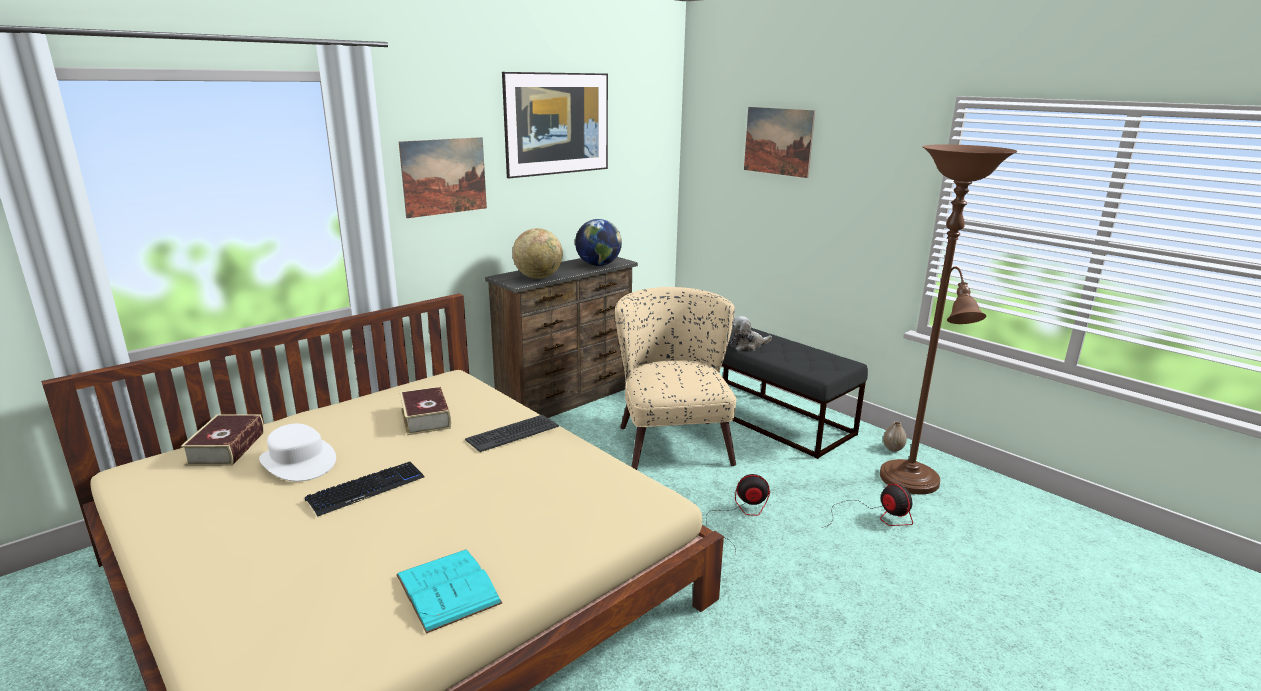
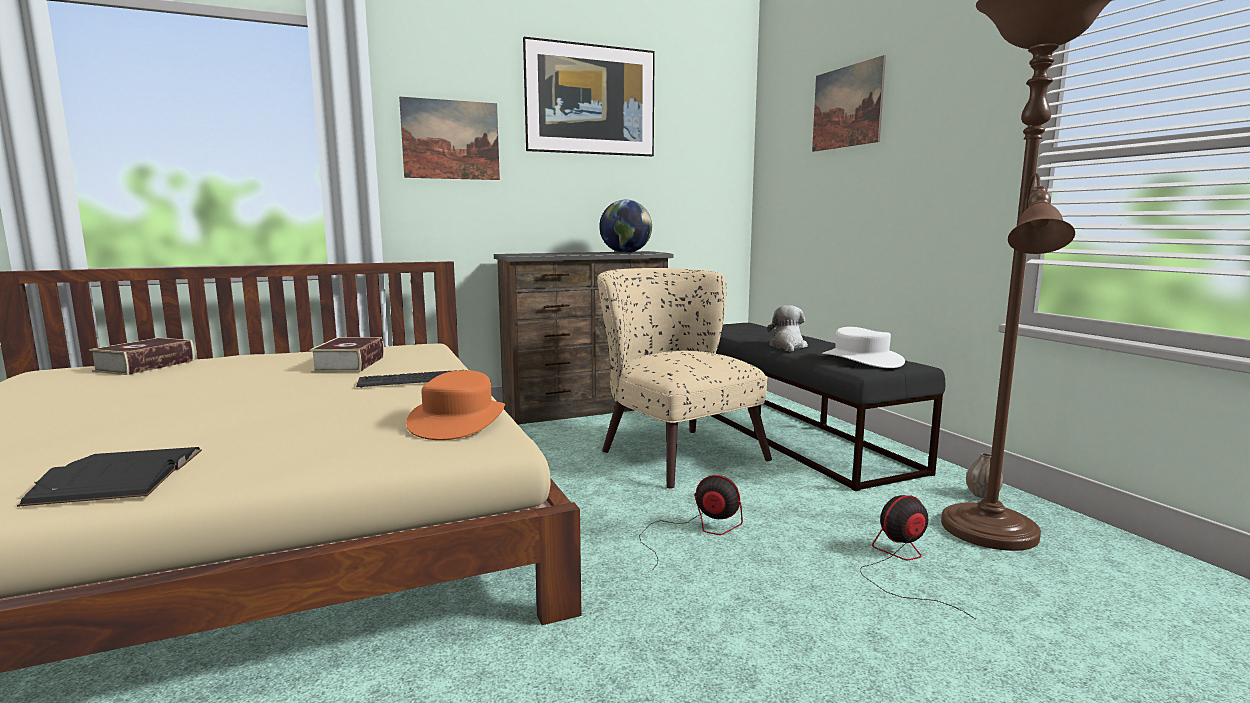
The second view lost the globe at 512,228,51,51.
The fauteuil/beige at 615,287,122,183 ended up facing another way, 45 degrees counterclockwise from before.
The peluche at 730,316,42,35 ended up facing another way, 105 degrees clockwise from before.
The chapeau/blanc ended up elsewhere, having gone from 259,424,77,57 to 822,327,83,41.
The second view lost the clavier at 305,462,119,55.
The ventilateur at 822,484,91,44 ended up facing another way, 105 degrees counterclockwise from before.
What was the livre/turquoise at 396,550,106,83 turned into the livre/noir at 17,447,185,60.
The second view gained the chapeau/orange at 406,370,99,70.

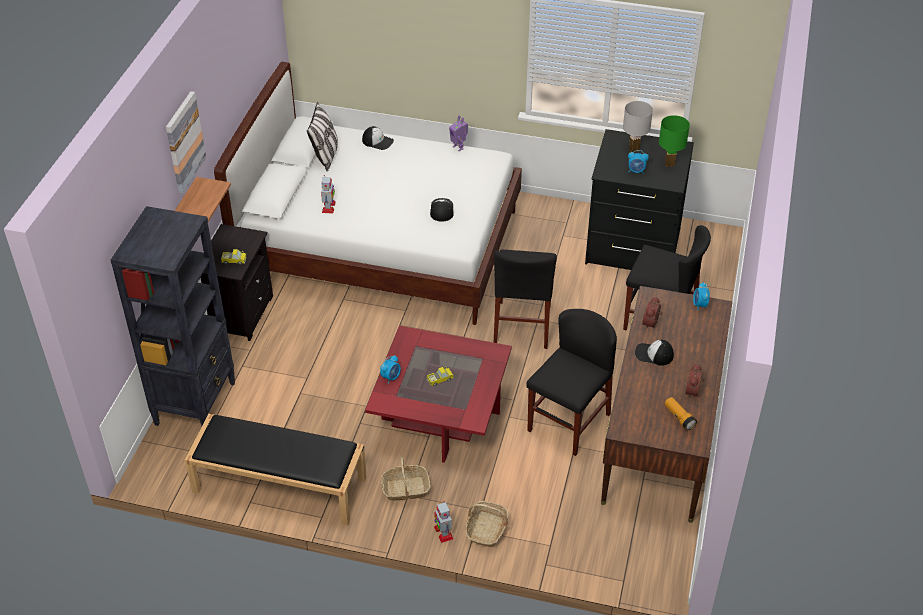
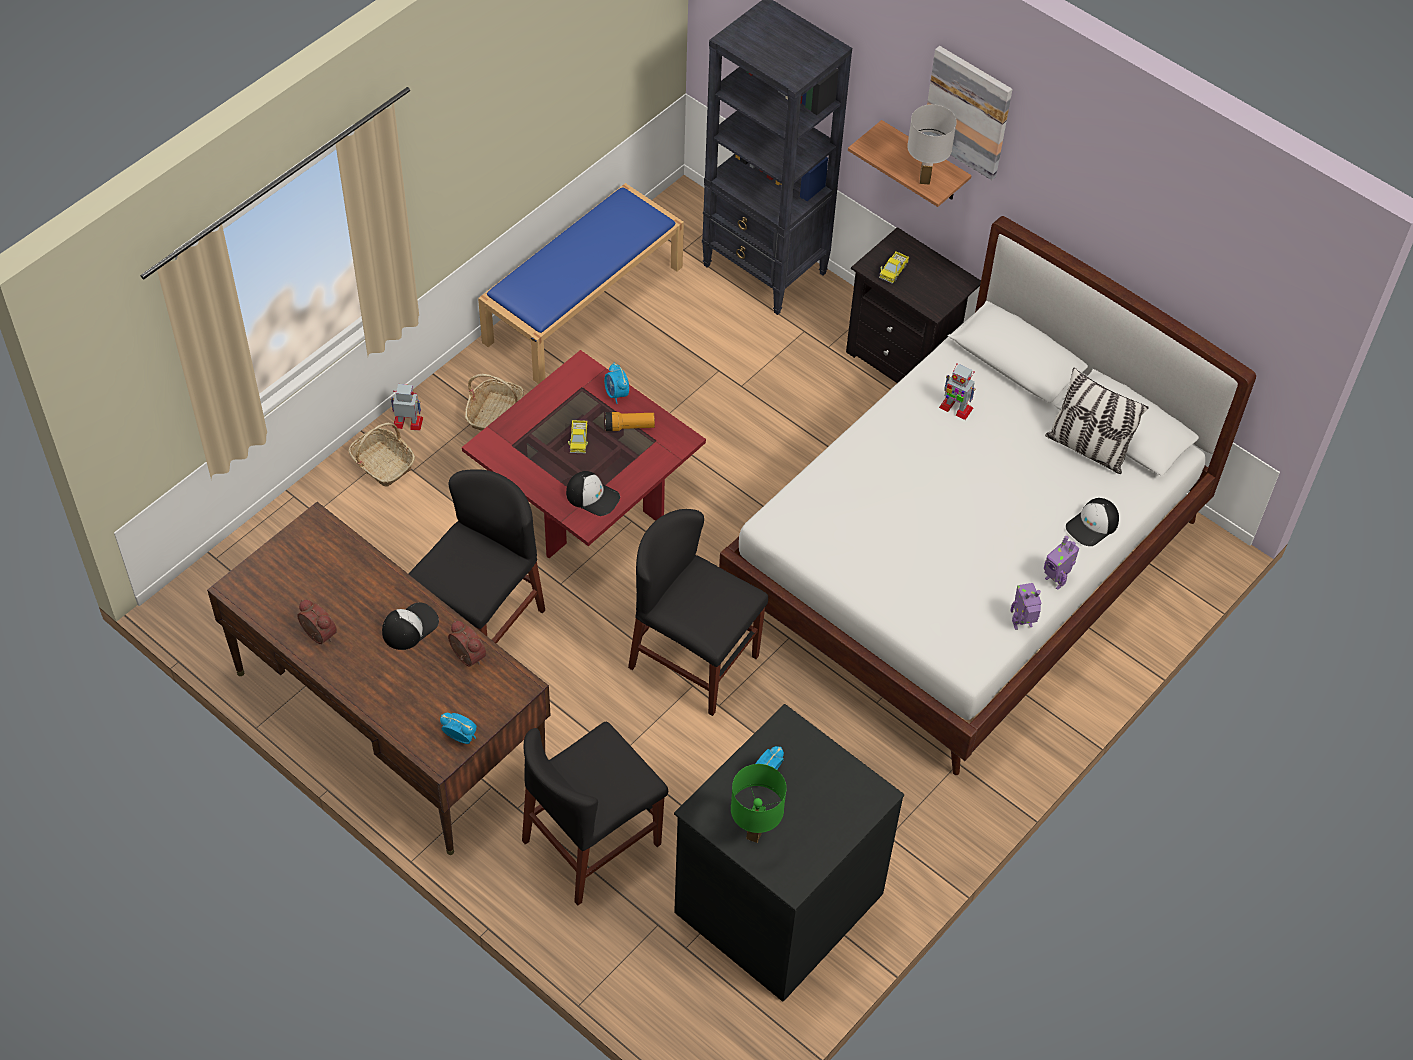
The lampe de table/blanc ended up elsewhere, having gone from 623,101,30,51 to 907,104,50,81.
The casquette ended up elsewhere, having gone from 430,198,24,24 to 566,471,54,45.
The chaise/noir at 526,309,91,147 ended up facing another way, 120 degrees counterclockwise from before.
The lampe de poche ended up elsewhere, having gone from 665,397,32,33 to 605,412,50,19.
What was the banc/noir at 185,414,182,111 turned into the banc/bleu at 478,183,206,201.
The second view gained the robot jouet at 1044,536,35,54.

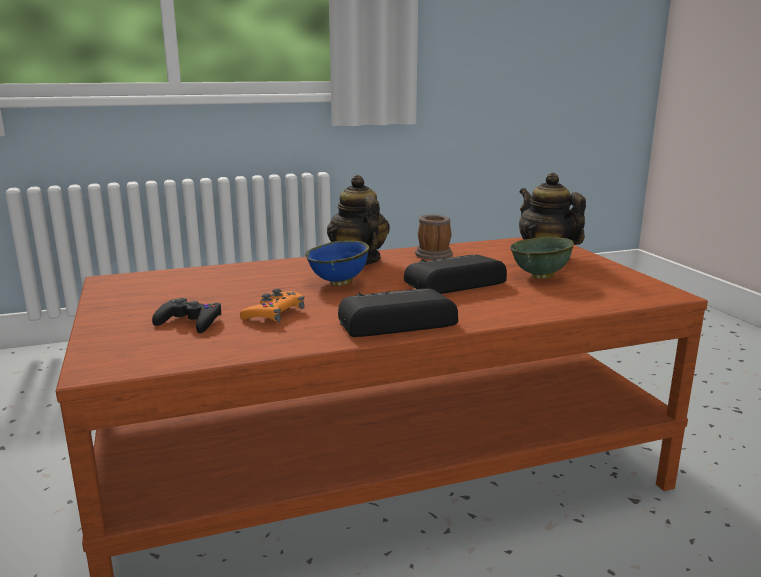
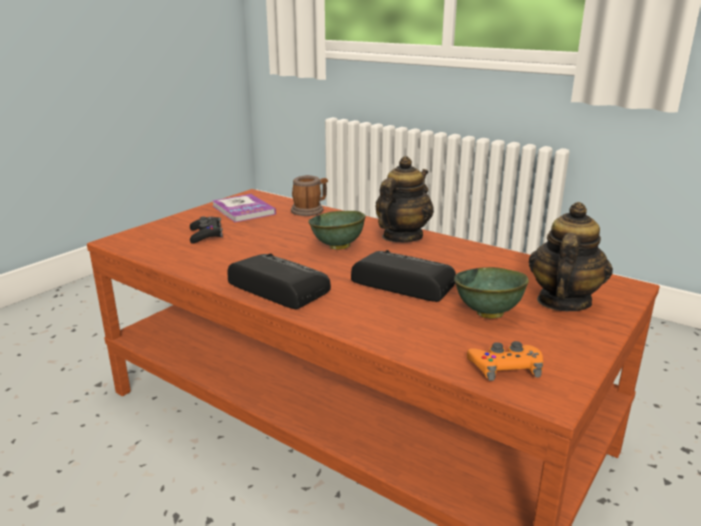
The mug ended up elsewhere, having gone from 415,214,37,46 to 291,175,37,41.
What was the bol/bleu at 305,241,64,45 turned into the bol/vert at 308,211,58,39.
The manette/orange ended up elsewhere, having gone from 240,289,64,33 to 467,341,76,40.
The second view gained the livre at 213,194,63,28.

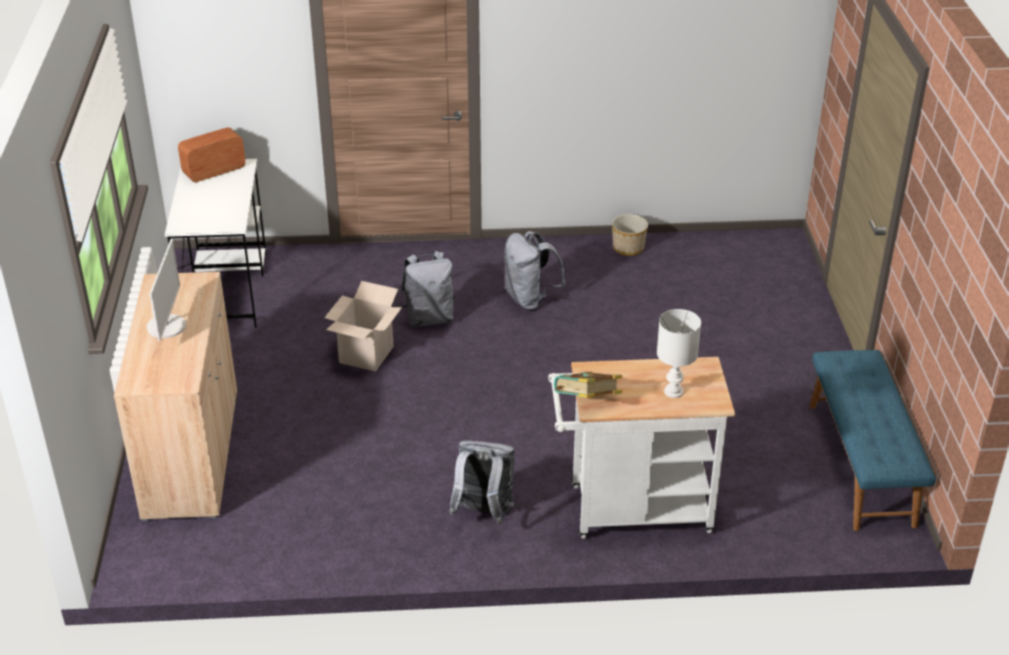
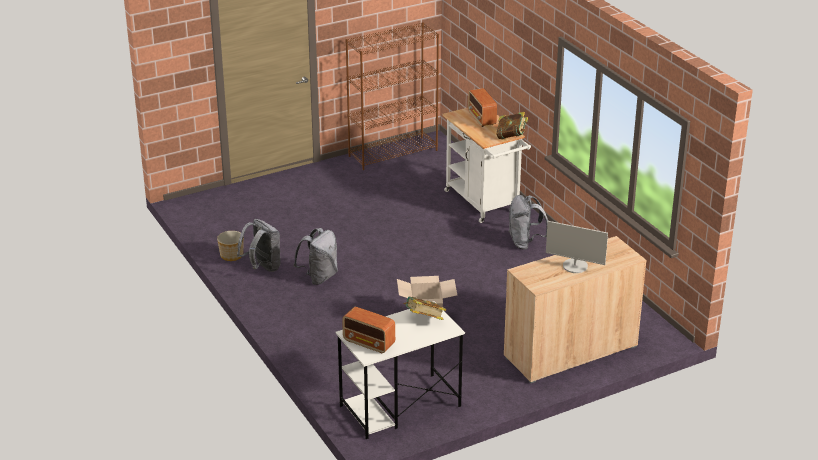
The écran d'ordinateur at 147,240,39,101 ended up facing another way, 135 degrees counterclockwise from before.
The sac à dos/gris ended up elsewhere, having gone from 400,251,55,76 to 237,219,44,53.
Where the lampe de table/blanc stood at 657,309,44,89, the radio came to stand at 468,88,29,39.
Where the banc/bleu stood at 809,350,127,181, the bibliothèque/marron came to stand at 345,22,94,148.
The second view gained the livre at 403,297,43,23.

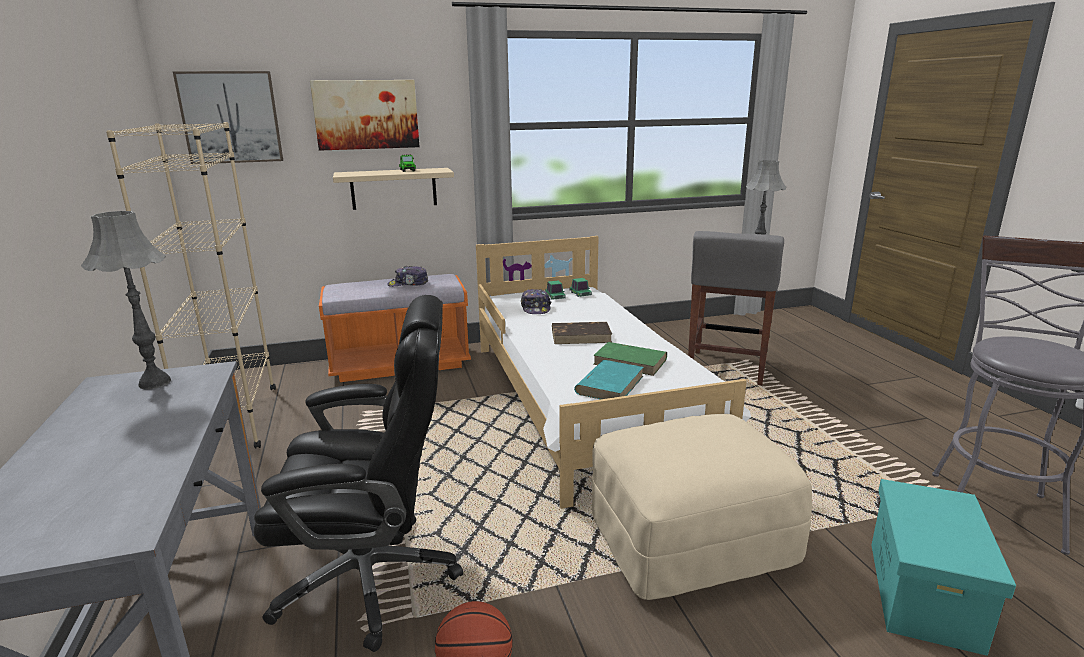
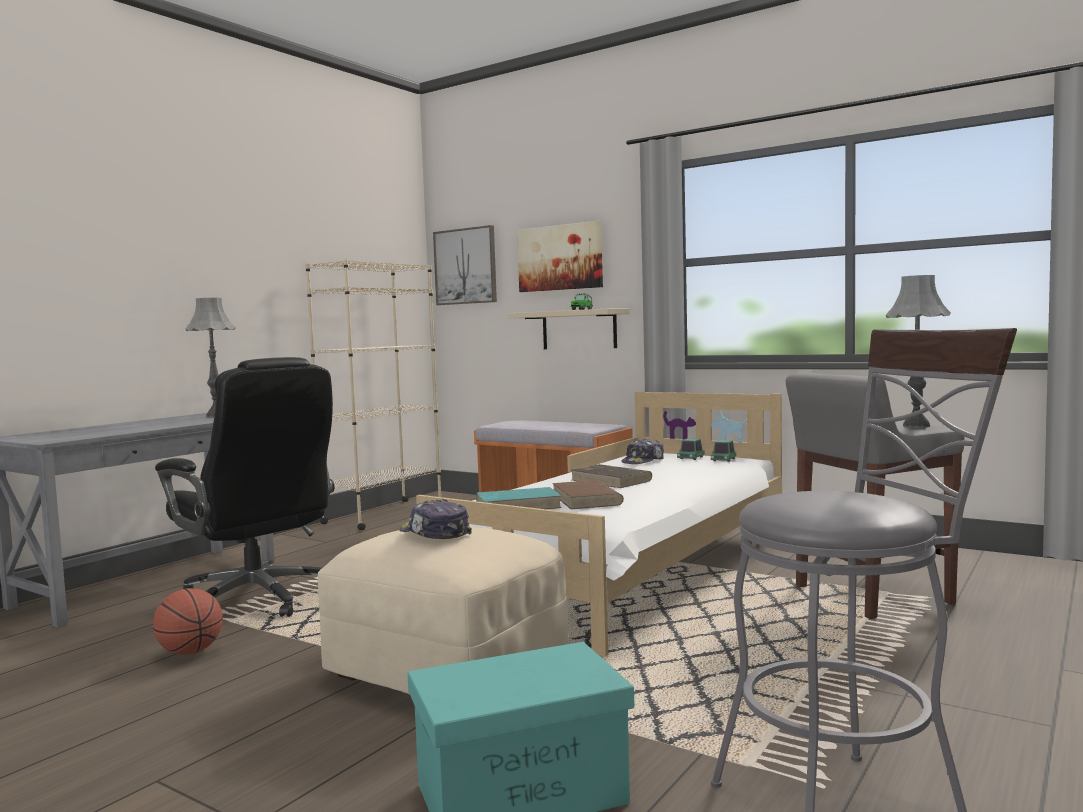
The casquette ended up elsewhere, having gone from 387,266,41,21 to 399,499,73,40.
What was the livre/vert at 593,342,74,34 turned into the livre/marron at 552,480,72,29.

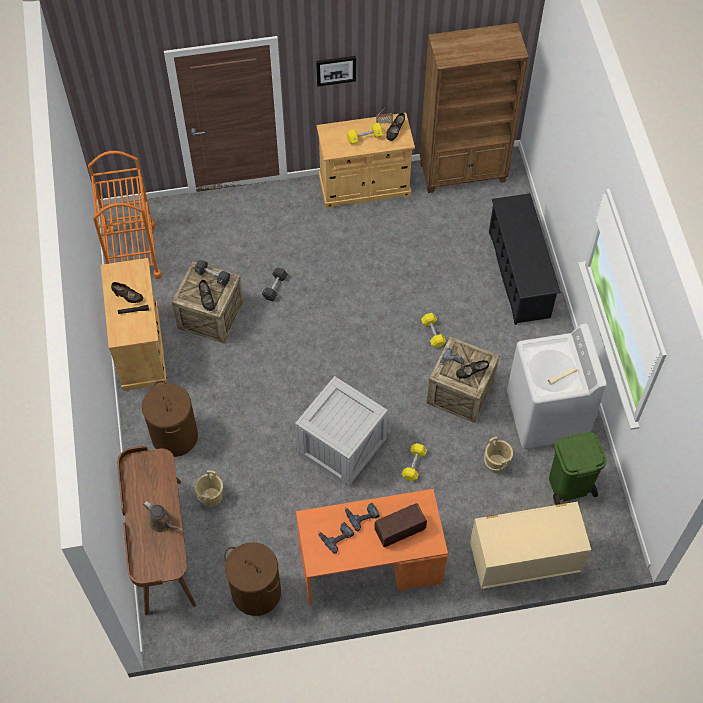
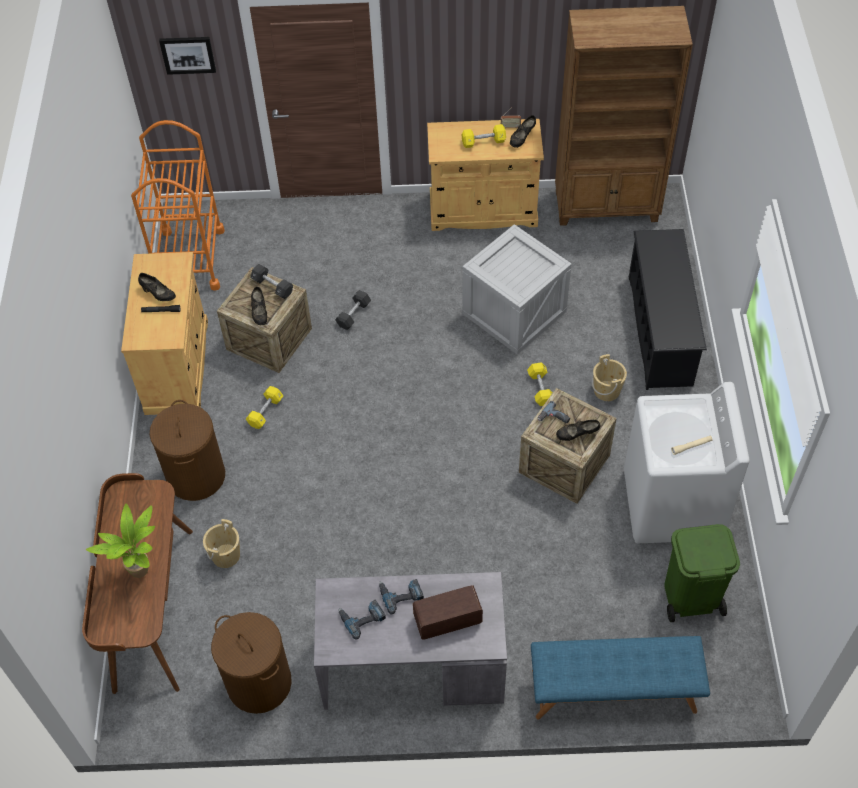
The tableau ended up elsewhere, having gone from 316,56,40,31 to 159,37,57,38.
The caisse ended up elsewhere, having gone from 295,376,93,110 to 463,224,109,130.
The seau/beige ended up elsewhere, having gone from 484,437,29,36 to 592,354,35,47.
The haltère/jaune ended up elsewhere, having gone from 402,443,25,38 to 246,386,37,43.
What was the bureau/orange at 296,489,152,117 turned into the bureau/gris at 314,572,193,138.
Where the arrosoir/marron stood at 143,501,40,32, the plante en pot came to stand at 86,504,69,74.
Where the commode/beige stood at 470,501,121,89, the banc/bleu came to stand at 531,636,179,84.

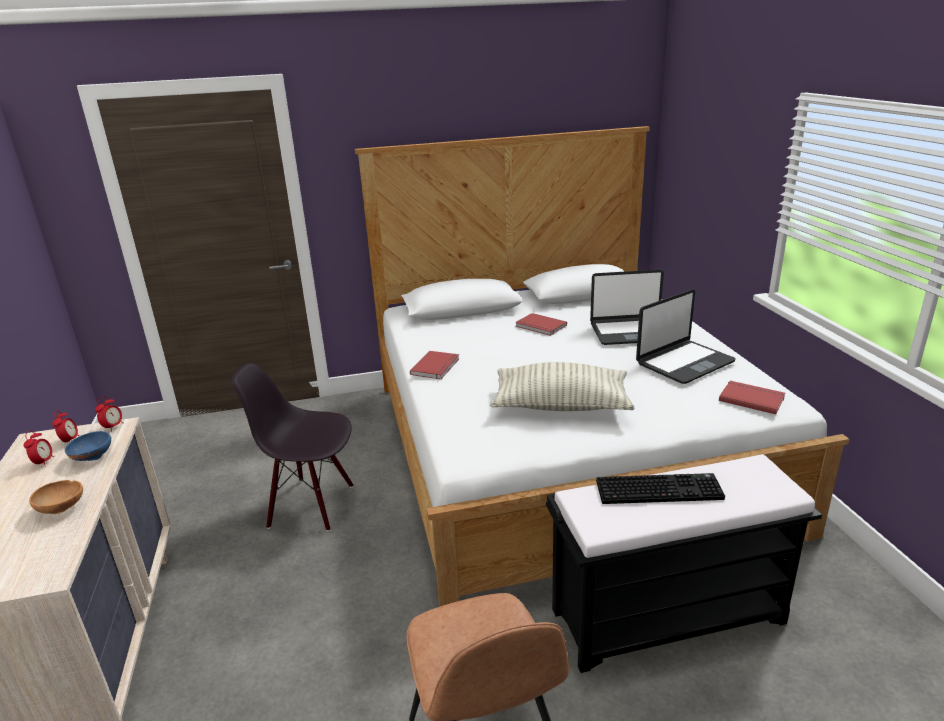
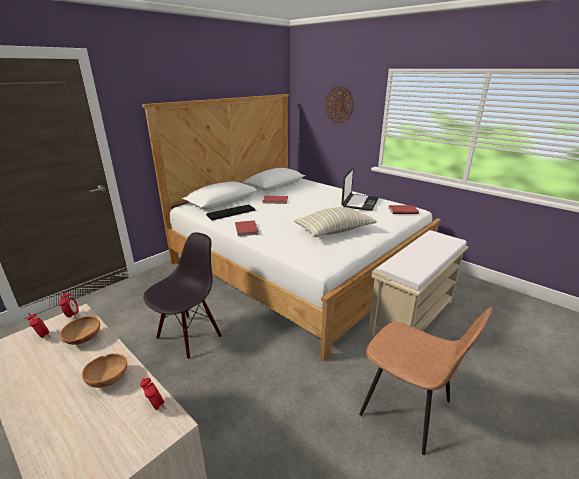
The second view lost the ordinateur portable at 590,269,74,76.
The chaise/noir at 231,363,122,168 ended up facing another way, 150 degrees clockwise from before.
The réveil ended up elsewhere, having gone from 23,430,31,37 to 140,378,25,32.
What was the bol/bleu at 65,431,46,30 turned into the bol/marron at 60,316,40,29.
What was the banc/noir at 546,454,276,219 turned into the banc/beige at 368,230,100,107.
The clavier ended up elsewhere, having gone from 596,473,129,31 to 206,204,49,16.
The second view gained the horloge murale at 325,86,29,37.

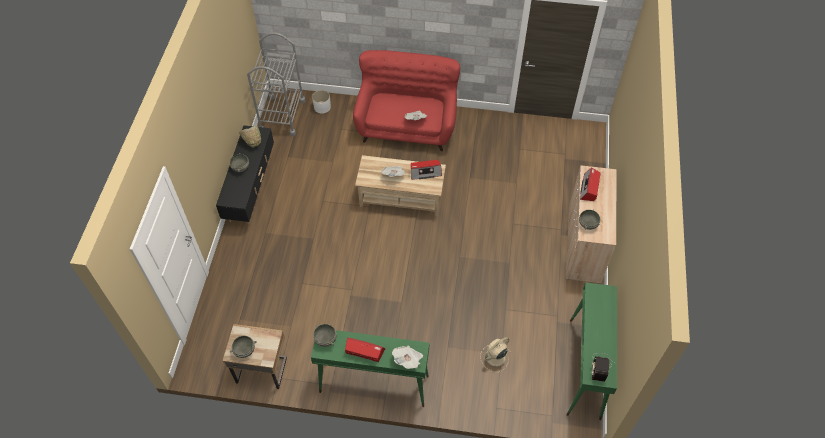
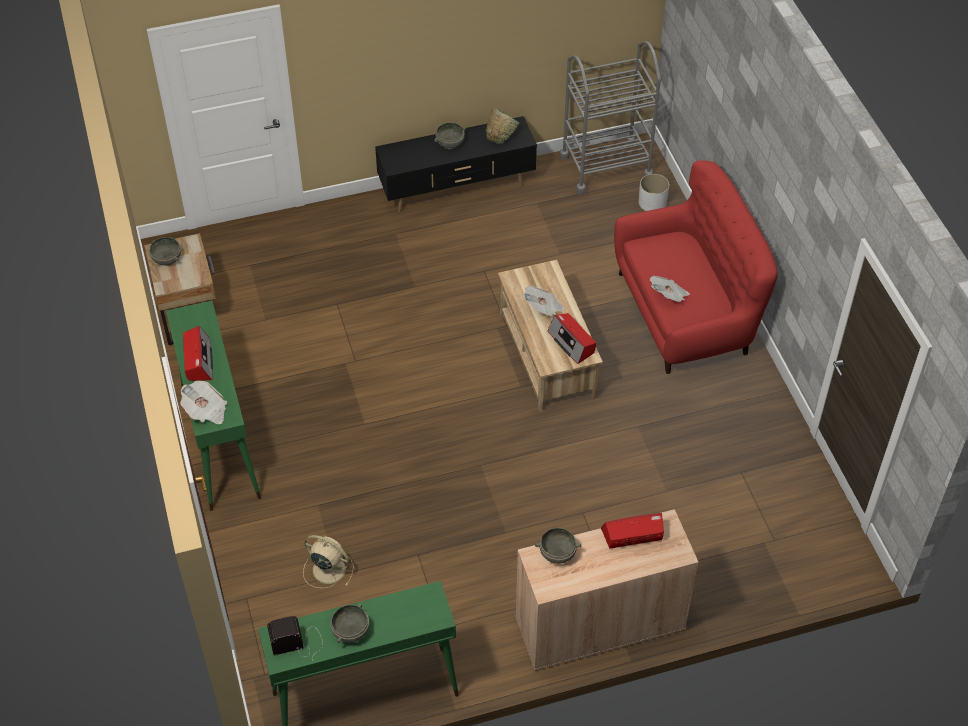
The bol/gris ended up elsewhere, having gone from 313,324,24,23 to 330,604,39,39.

